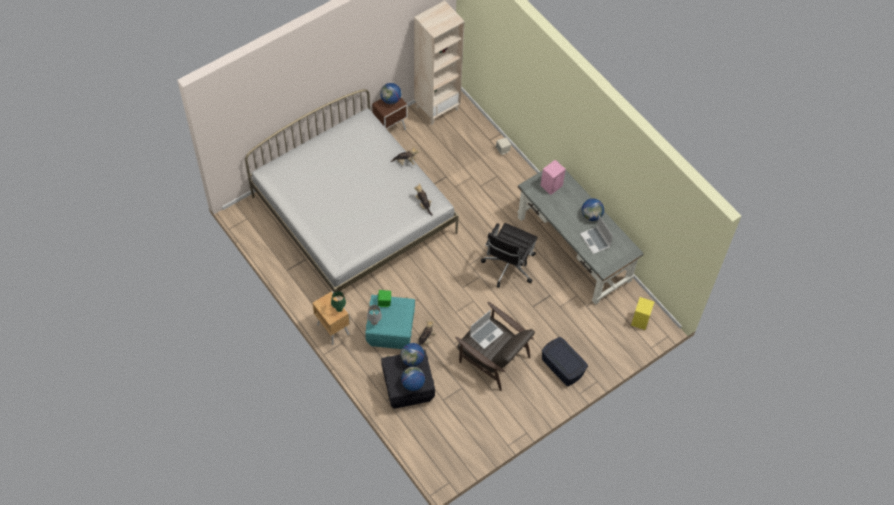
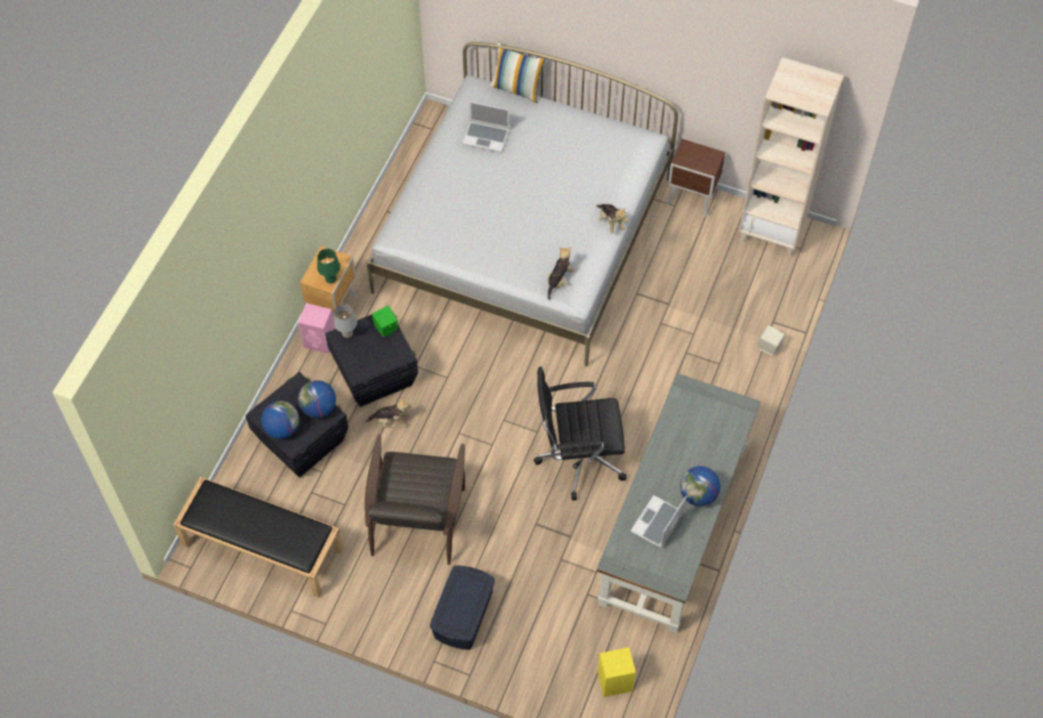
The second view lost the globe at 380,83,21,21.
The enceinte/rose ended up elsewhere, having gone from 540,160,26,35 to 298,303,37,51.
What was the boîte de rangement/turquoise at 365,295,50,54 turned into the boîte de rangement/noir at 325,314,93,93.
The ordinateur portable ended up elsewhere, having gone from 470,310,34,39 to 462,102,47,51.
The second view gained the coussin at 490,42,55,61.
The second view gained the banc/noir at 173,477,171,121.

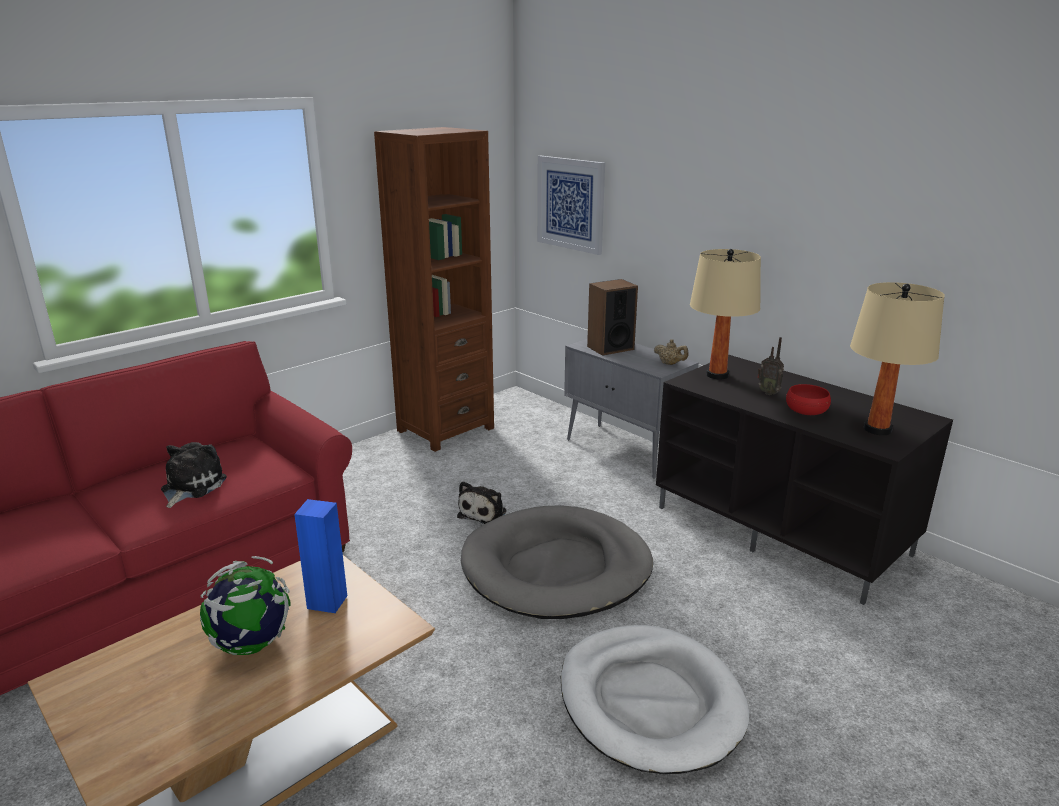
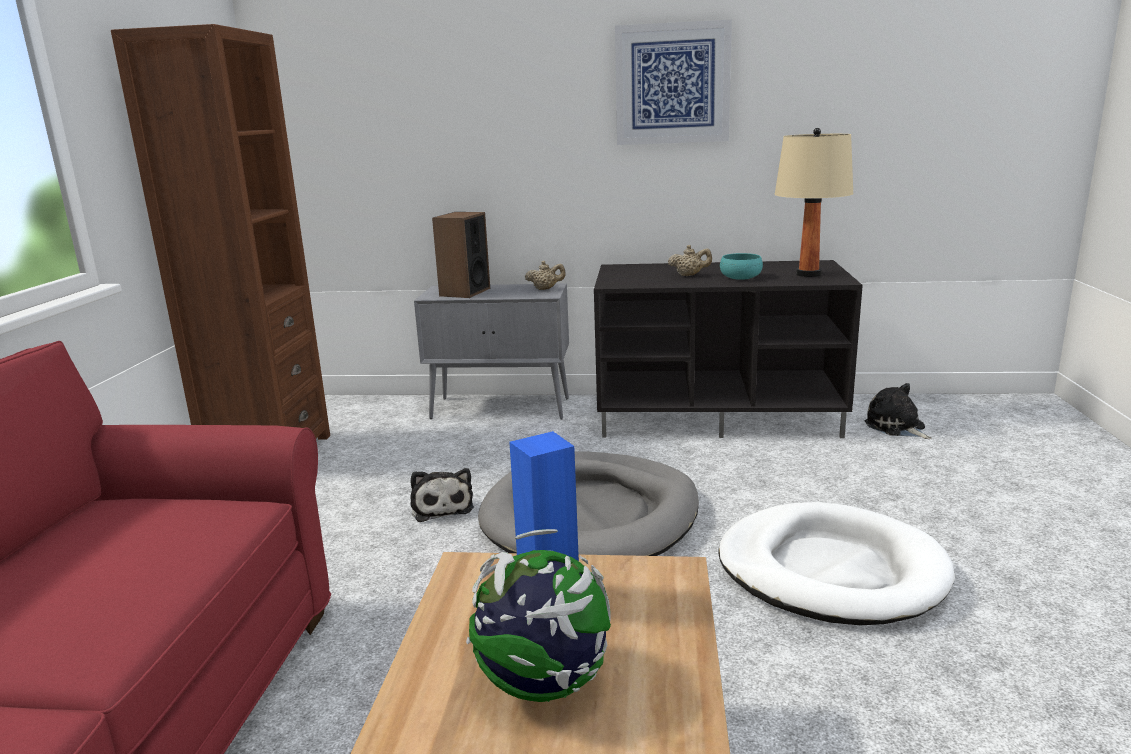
The tableau ended up elsewhere, having gone from 537,156,68,99 to 615,20,117,125.
The second view lost the lampe de table/beige at 690,249,71,130.
Where the radio stood at 757,337,27,58, the théière/beige came to stand at 668,245,44,31.
What was the bol/rouge at 786,384,45,31 turned into the bol/turquoise at 720,253,43,27.
The peluche ended up elsewhere, having gone from 161,442,66,66 to 865,383,67,56.

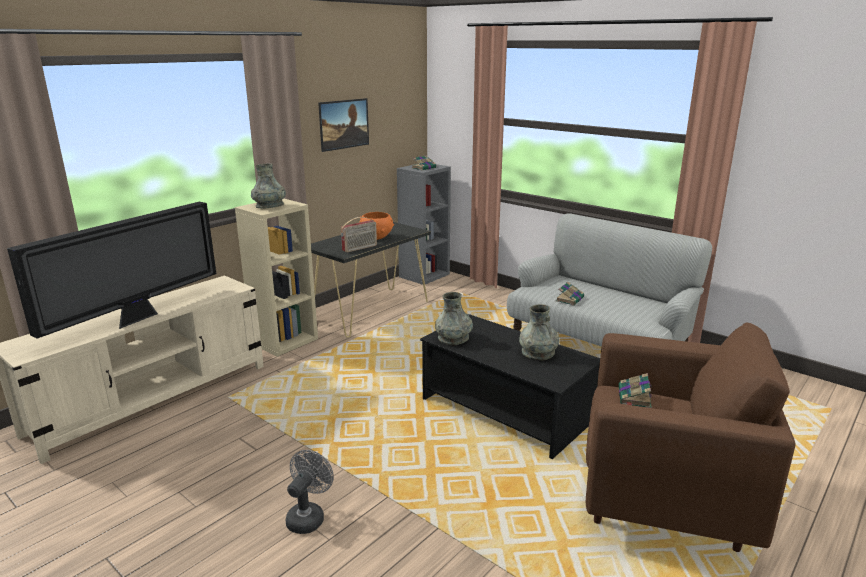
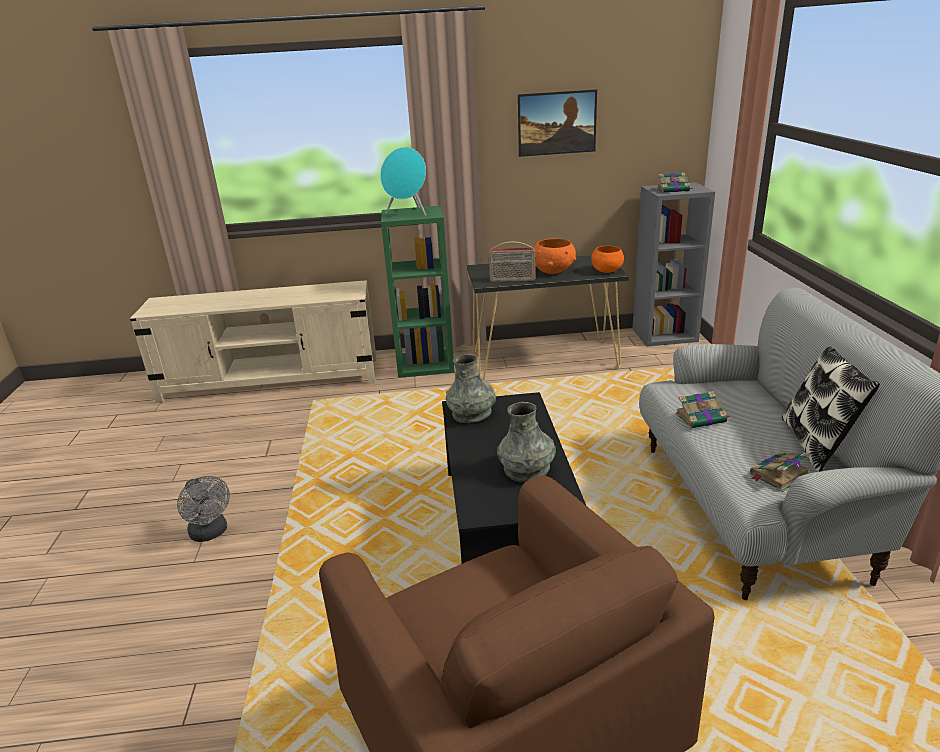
Where the vase/gris stood at 251,164,35,45, the enceinte/turquoise came to stand at 380,147,46,69.
What was the bibliothèque/beige at 235,198,83,159 turned into the bibliothèque/vert at 381,206,73,172.
The second view lost the téléviseur at 7,202,209,137.
The livre ended up elsewhere, having gone from 619,373,33,35 to 750,452,61,40.
The ventilateur/gris at 286,450,48,84 ended up facing another way, 75 degrees clockwise from before.
The second view gained the bol/orange at 591,246,33,27.
The second view gained the coussin at 782,347,98,125.

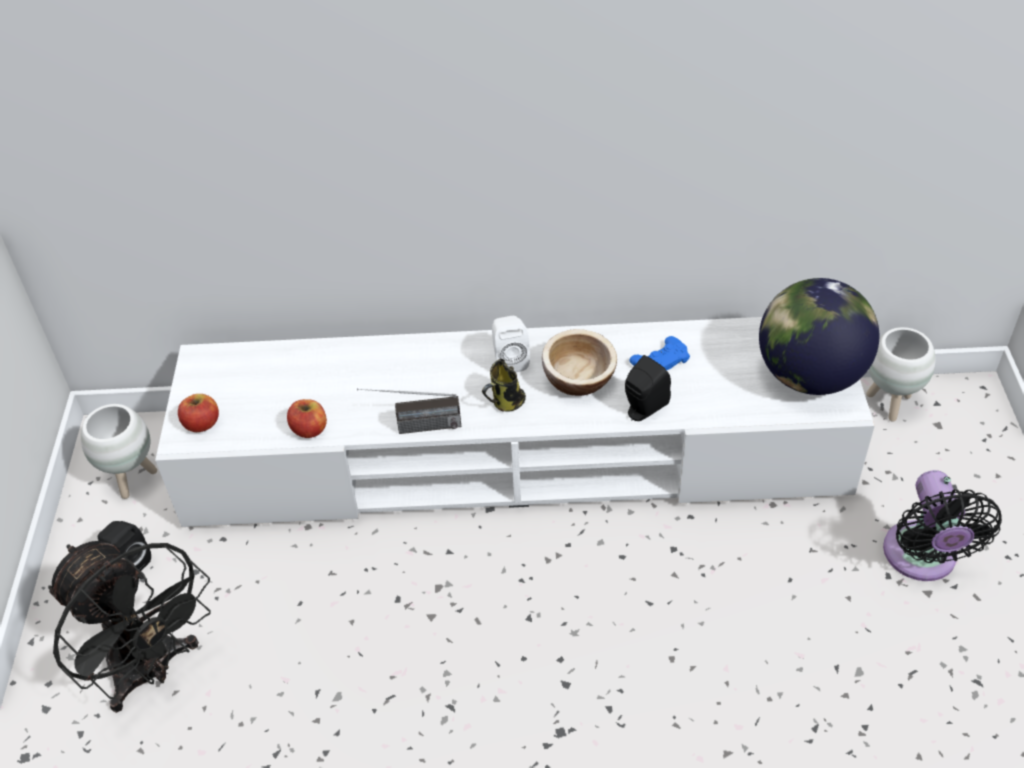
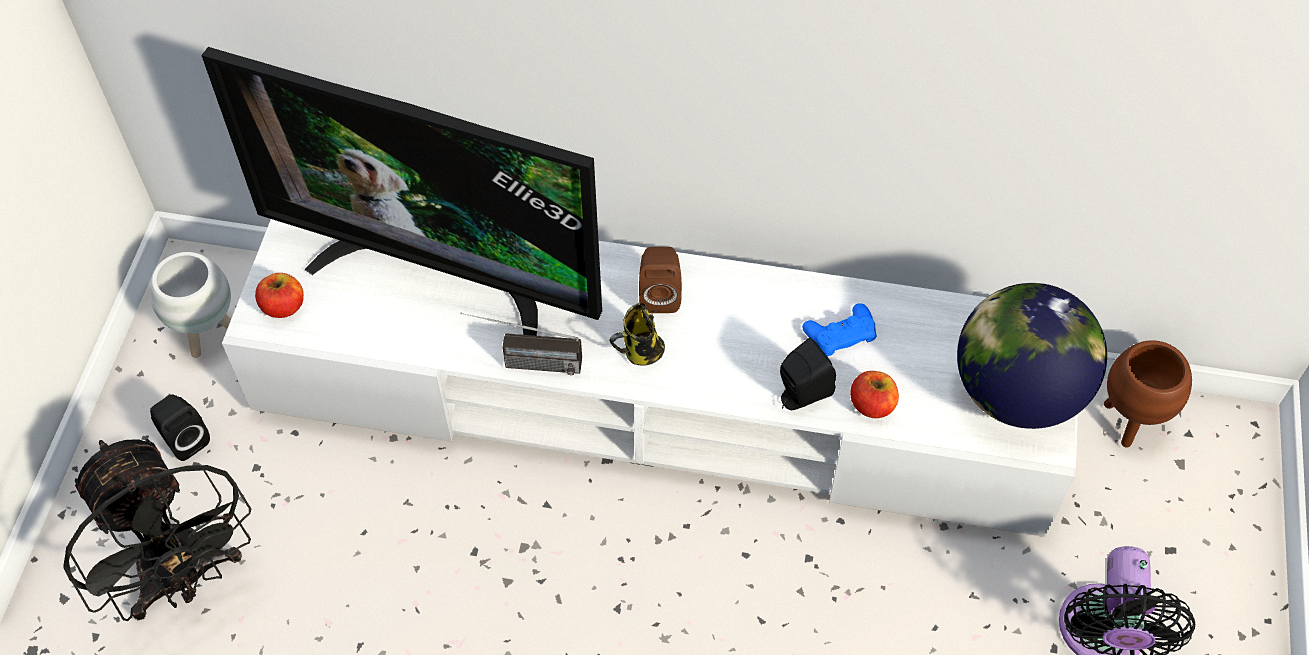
What was the enceinte/blanc at 492,316,38,56 turned into the enceinte/marron at 639,247,43,66.
What was the cache-pot/blanc at 866,327,69,95 turned into the cache-pot/marron at 1104,340,88,108.
The second view lost the bol at 542,329,75,67.
The pomme ended up elsewhere, having gone from 287,399,40,39 to 850,371,49,47.
The second view gained the téléviseur at 201,47,401,289.

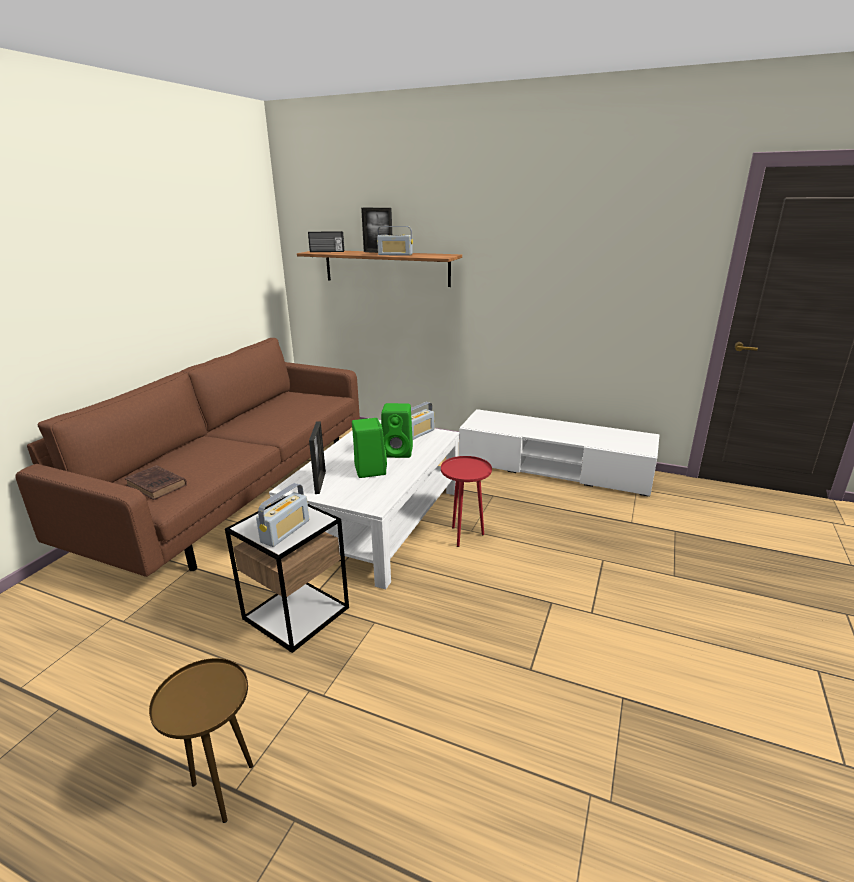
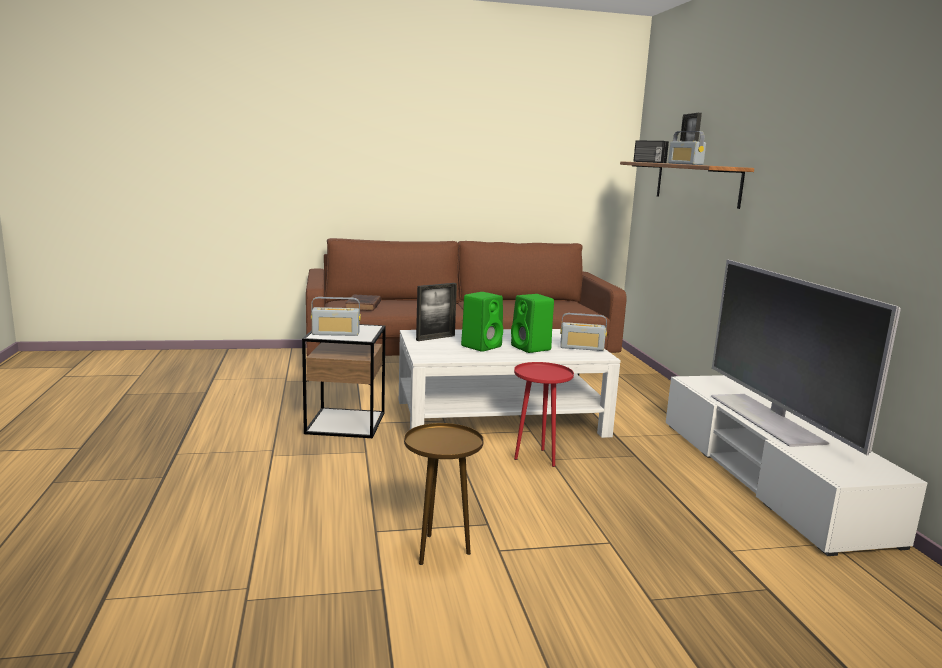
The table d'appoint/marron ended up elsewhere, having gone from 149,658,105,165 to 404,423,80,142.
The second view gained the téléviseur at 711,260,190,195.

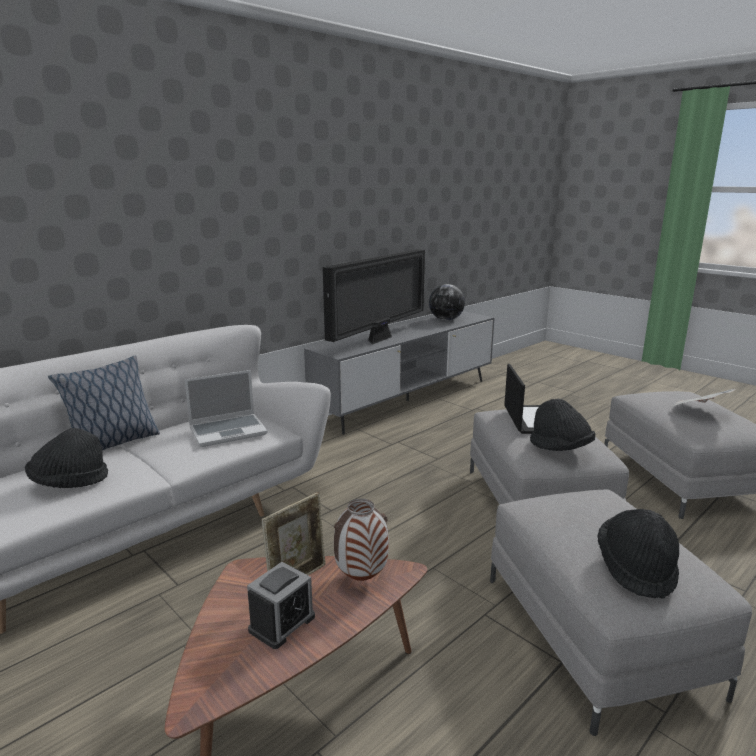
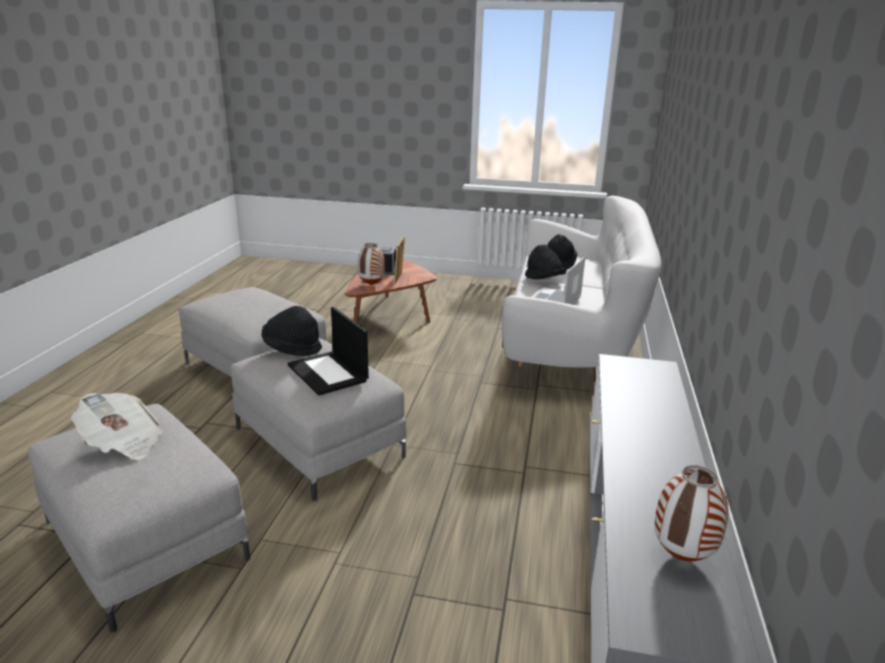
The second view lost the téléviseur at 323,249,102,96.
Where the globe stood at 429,284,36,36, the vase came to stand at 655,465,73,96.
The second view lost the coussin at 48,356,112,94.
The chapeau/noir ended up elsewhere, having gone from 597,509,82,90 to 525,244,41,35.

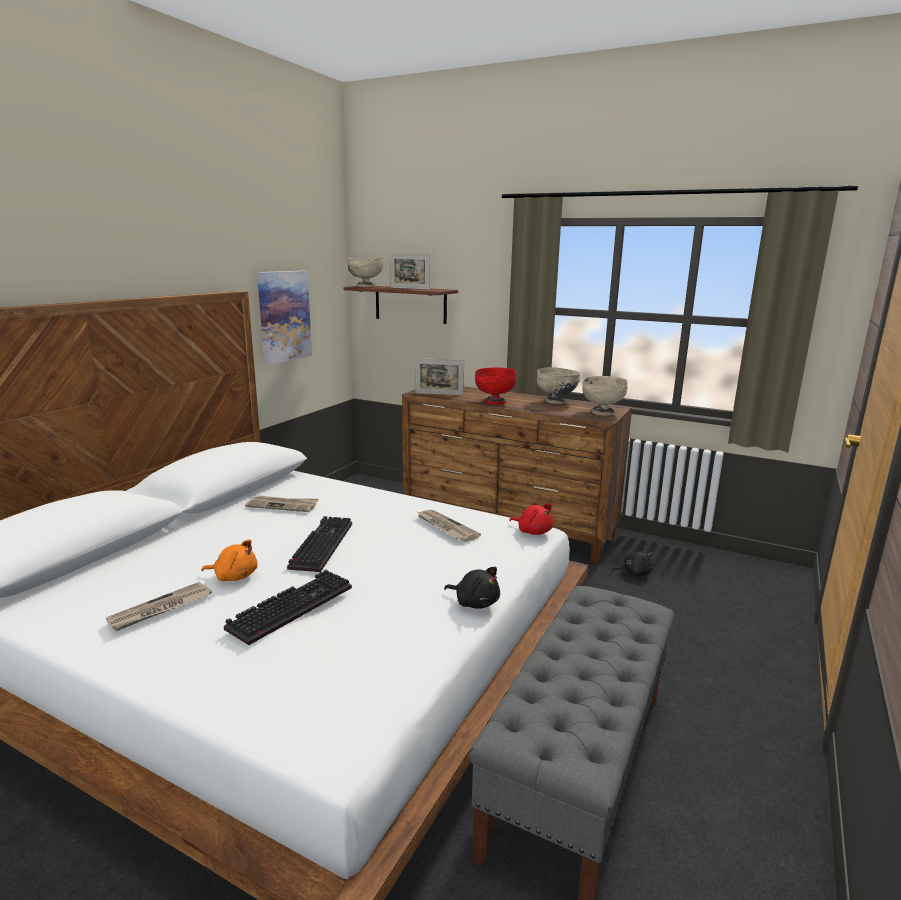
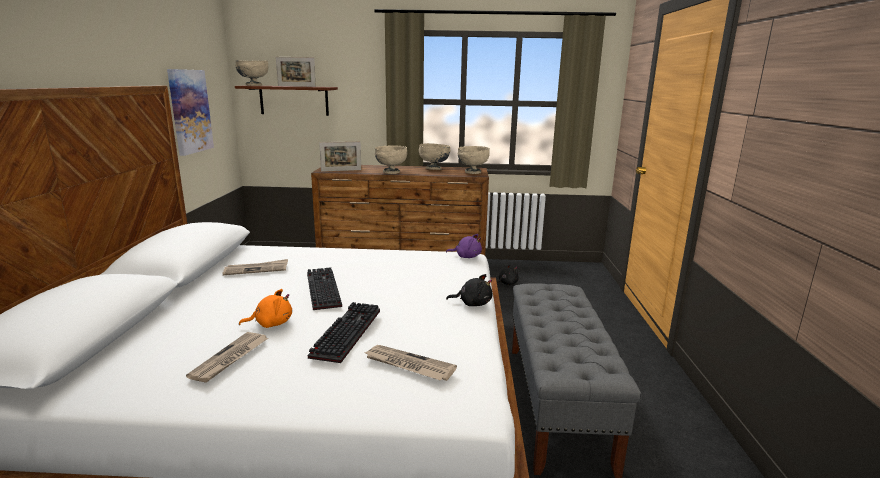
What was the bol/rouge at 475,367,41,38 turned into the bol/beige at 375,145,32,29.
What was the peluche/rouge at 509,503,44,32 turned into the peluche/violet at 446,234,36,24.
The journal ended up elsewhere, having gone from 417,510,64,32 to 365,345,92,36.

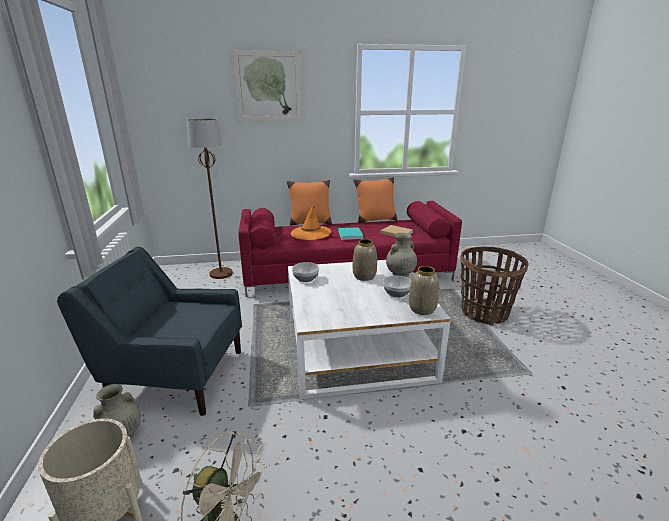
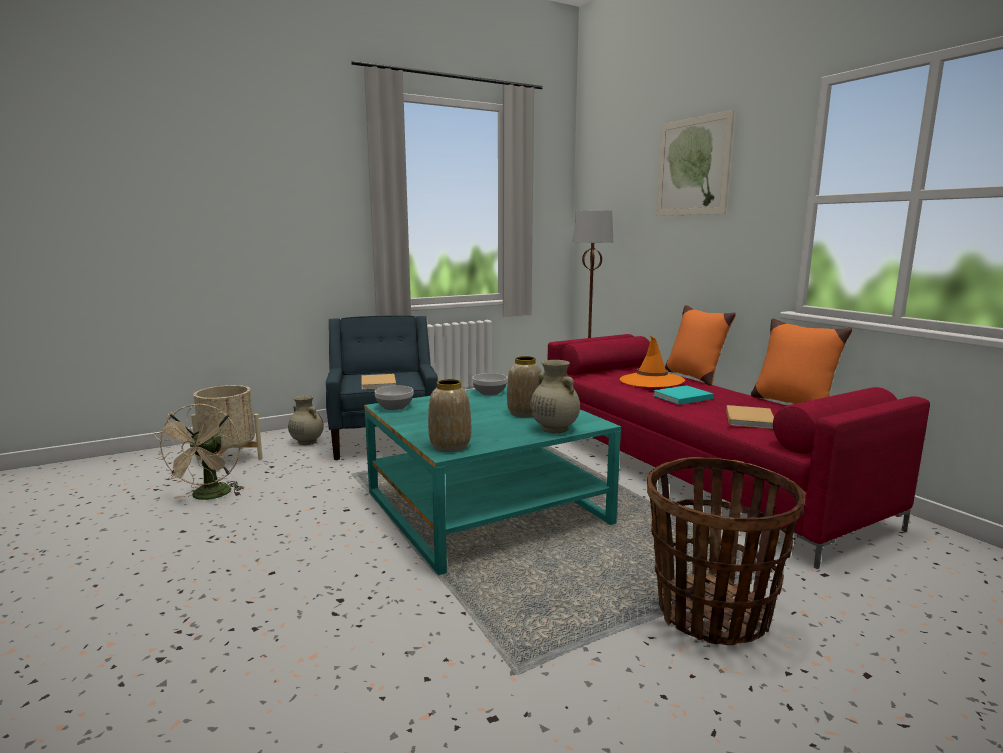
What was the table basse/blanc at 288,260,163,139 turned into the table basse/turquoise at 364,385,257,191.
The bol ended up elsewhere, having gone from 383,275,29,23 to 375,386,39,24.
The second view gained the livre/beige at 361,374,35,16.

